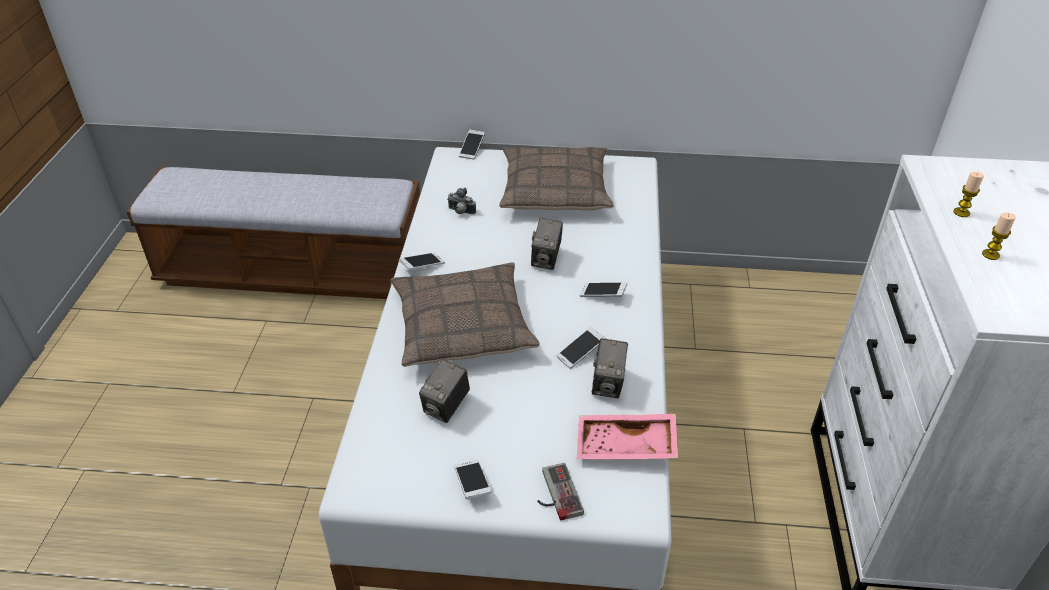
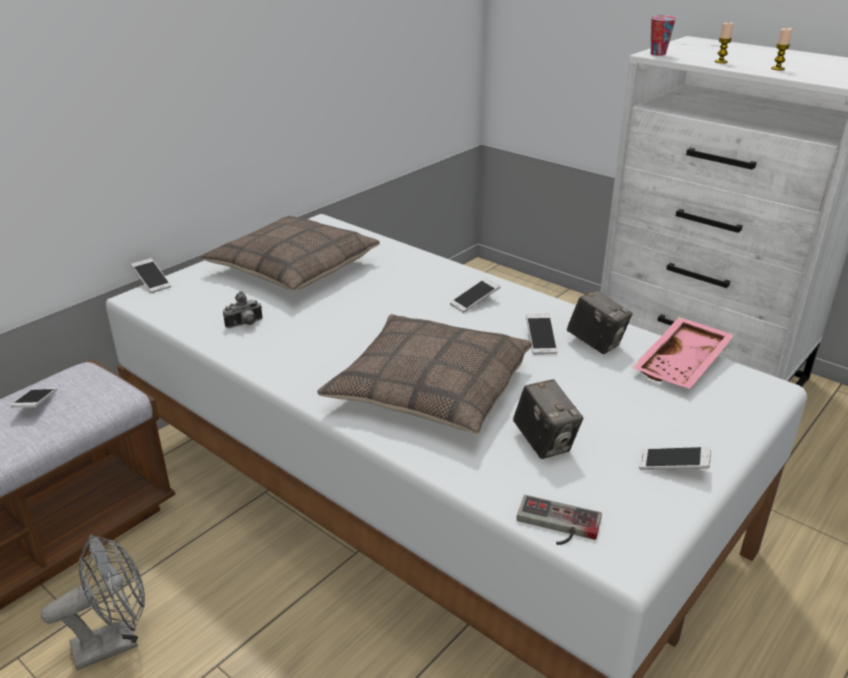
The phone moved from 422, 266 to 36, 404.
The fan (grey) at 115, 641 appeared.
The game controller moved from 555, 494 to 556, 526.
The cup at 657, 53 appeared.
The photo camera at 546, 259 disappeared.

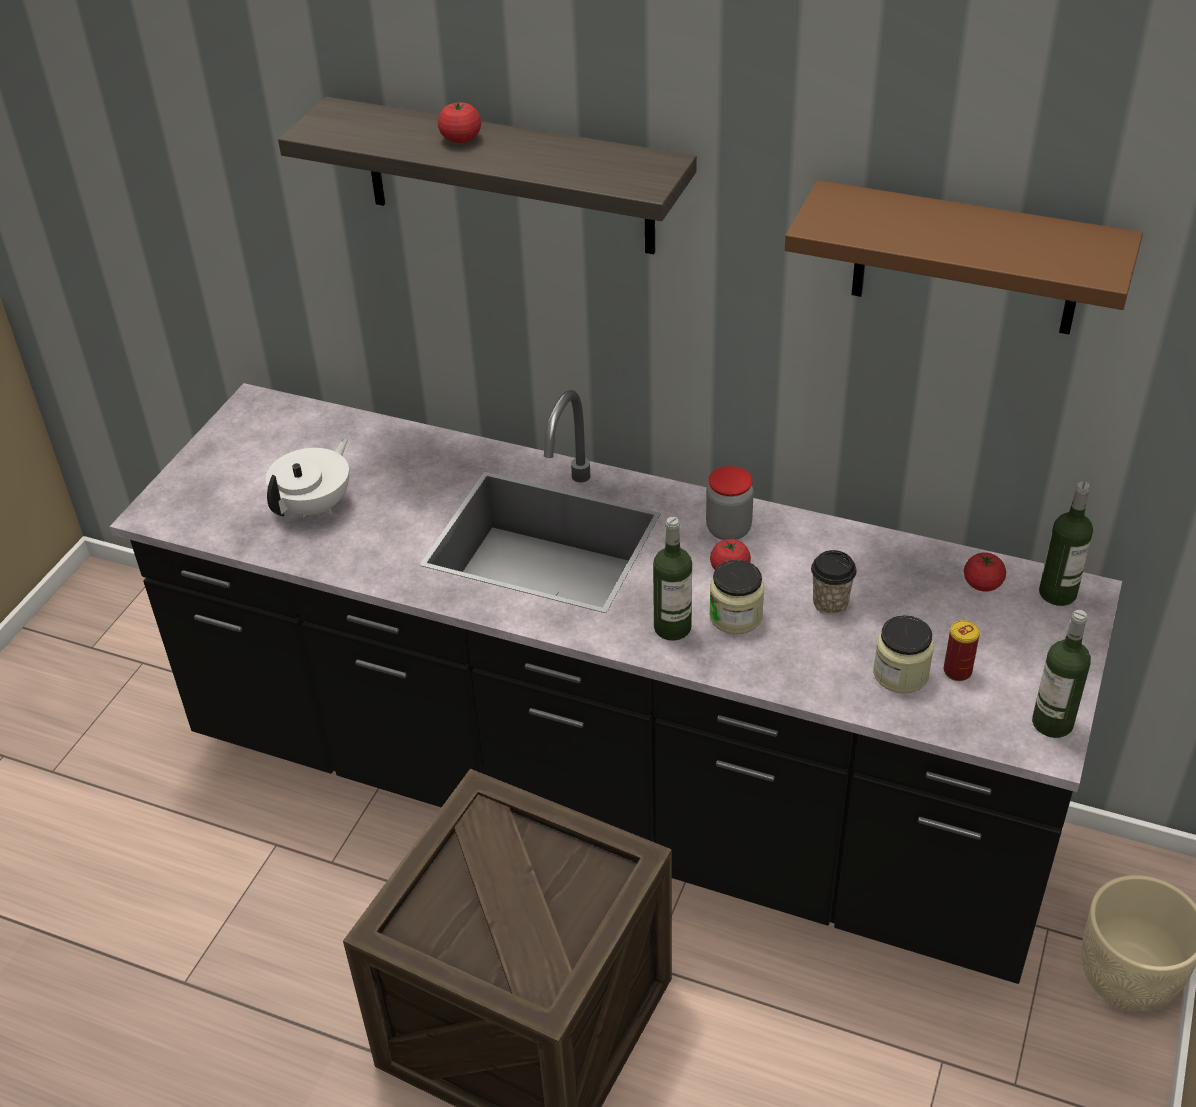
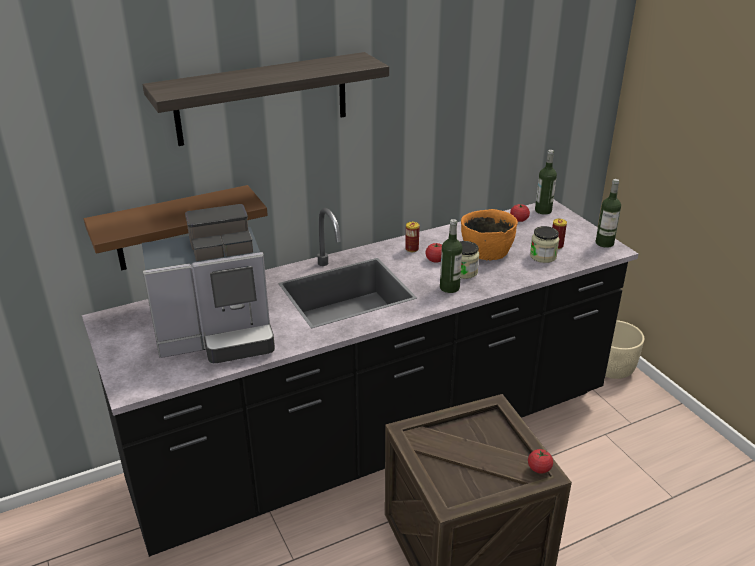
The shelf (brown) moved from 966, 259 to 173, 229.
The teapot (white) at 315, 506 was replaced by the coffee machine at 218, 337.
The jar at 728, 529 was replaced by the can at 412, 249.
The cup at 830, 603 was replaced by the bowl (orange) at 486, 250.
The tomato moved from 461, 139 to 539, 468.

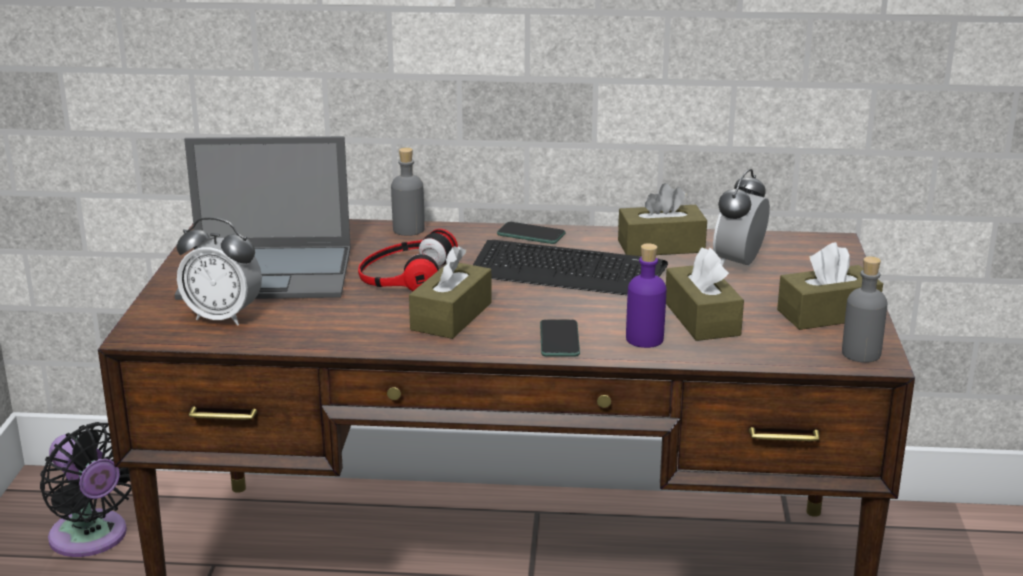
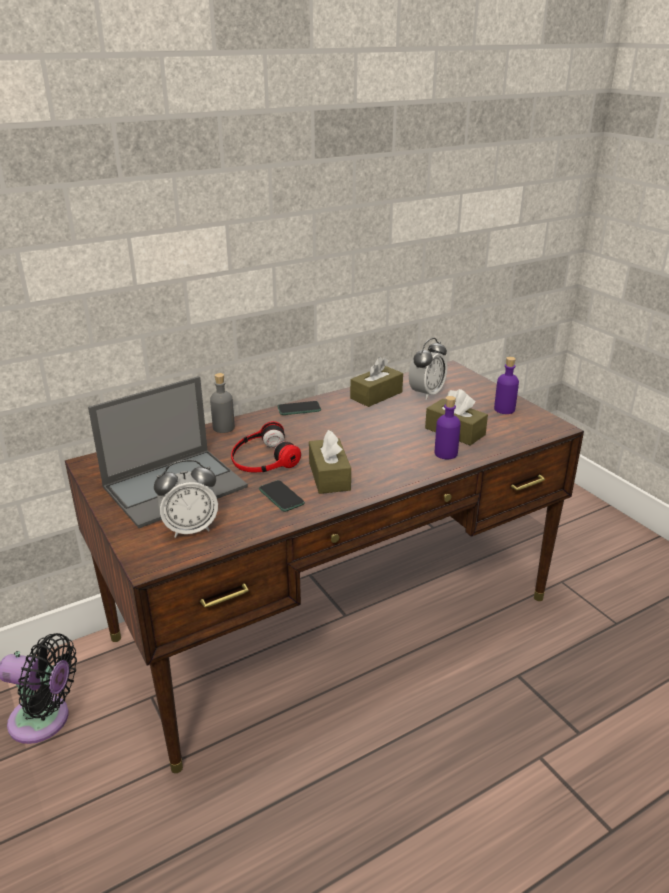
The phone moved from 559, 340 to 281, 497.
The alarm clock at 738, 263 turned 135 degrees counterclockwise.
The tissue box (brown) at 827, 314 was replaced by the bottle (purple) at 504, 409.
The keyboard at 566, 271 disappeared.
The bottle (grey) at 861, 353 disappeared.

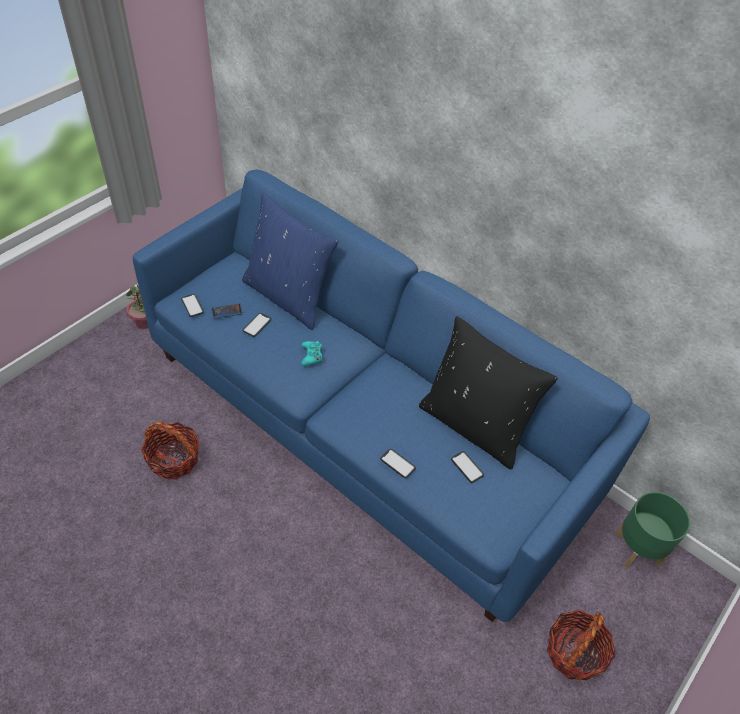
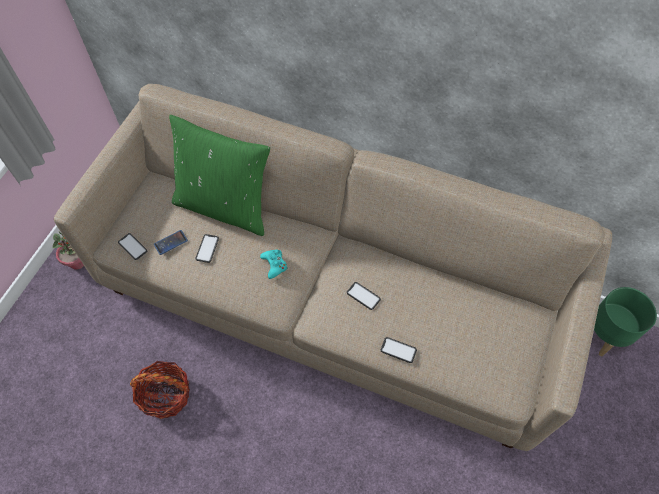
The sofa (blue) at 365, 424 became the sofa (beige) at 330, 297.
The pillow (blue) at 288, 296 became the pillow (green) at 225, 206.
The phone moved from 467, 467 to 363, 296.
The pillow (black) at 474, 425 disappeared.
The basket at 574, 652 disappeared.

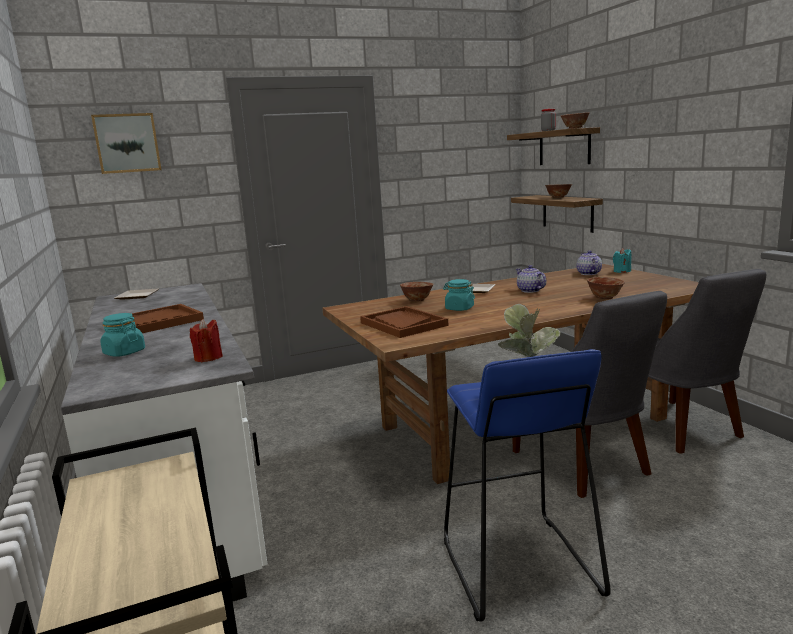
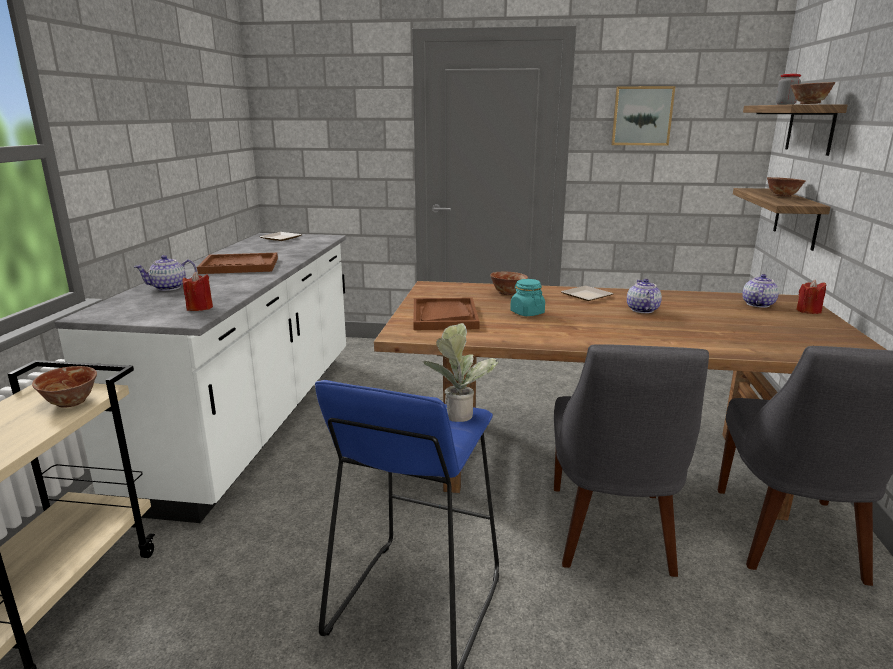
The bowl moved from 605, 298 to 71, 402.
The jar (turquoise) at 124, 352 was replaced by the teapot at 169, 287.
The picture moved from 127, 143 to 642, 116.
The candle (turquoise) at 622, 271 became the candle (red) at 808, 311.

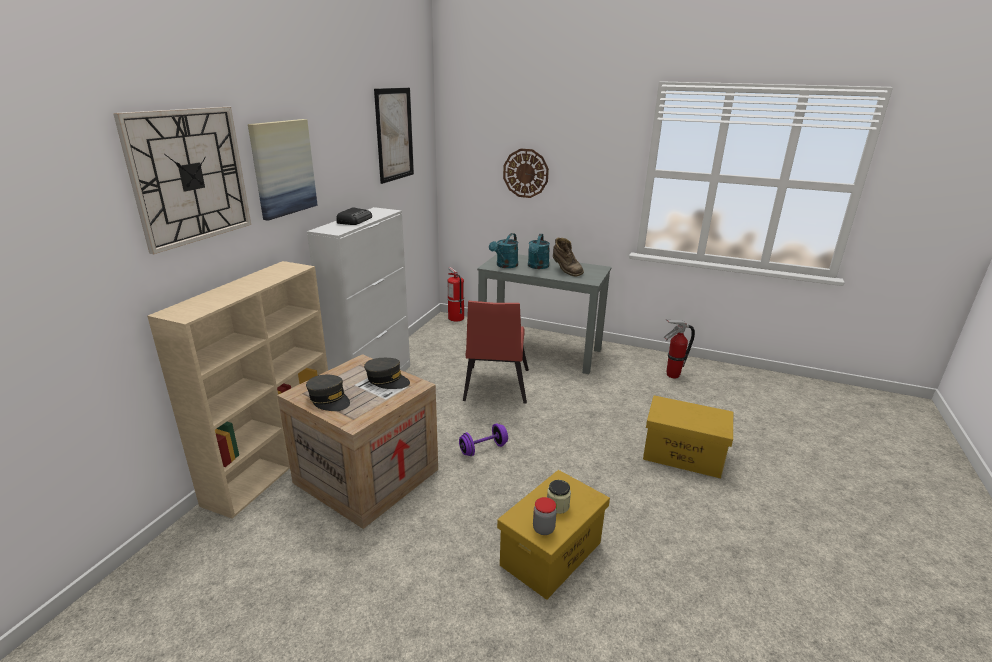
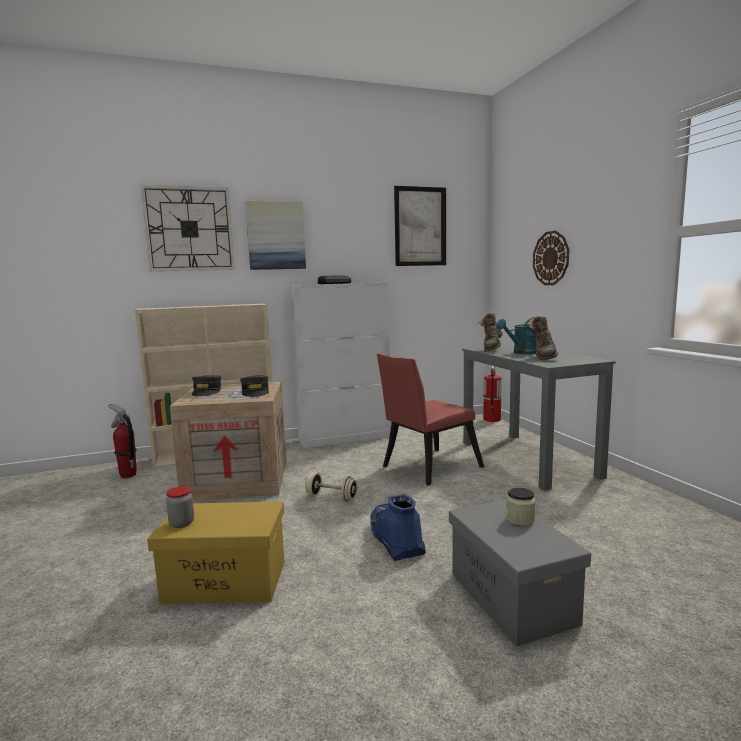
The fire extinguisher moved from 672, 375 to 128, 475.
The dumbbell (purple) at 483, 449 became the dumbbell (beige) at 331, 498.
The boot (blue) at 395, 539 appeared.
The storage box (yellow) at 683, 455 became the storage box (grey) at 513, 598.
The watering can (turquoise) at 505, 266 was replaced by the boot (brown) at 491, 349.
The jar moved from 557, 505 to 520, 519.

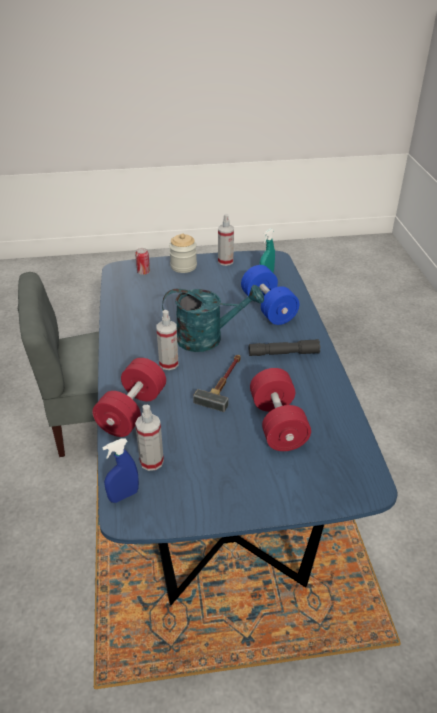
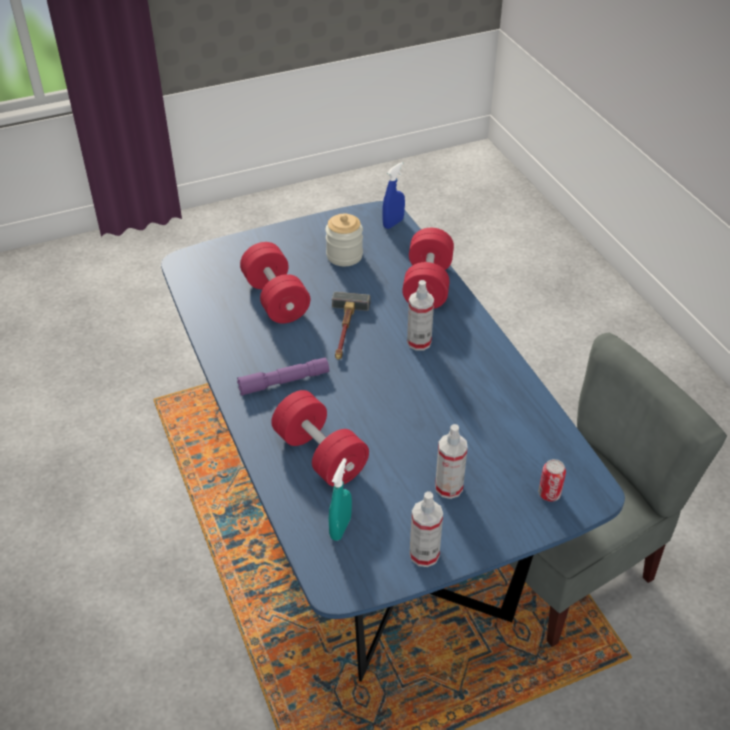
The flashlight (grey) at 283, 353 became the flashlight (purple) at 284, 382.
The dumbbell (blue) at 268, 308 became the dumbbell (red) at 320, 455.
The jar moved from 183, 266 to 344, 256.
The spray bottle moved from 151, 461 to 449, 487.
The watering can (turquoise) at 208, 338 disappeared.

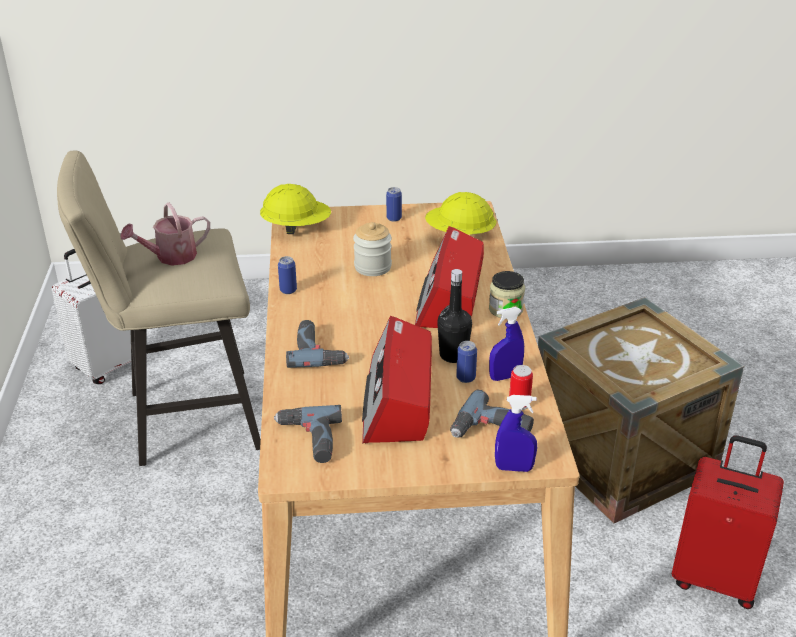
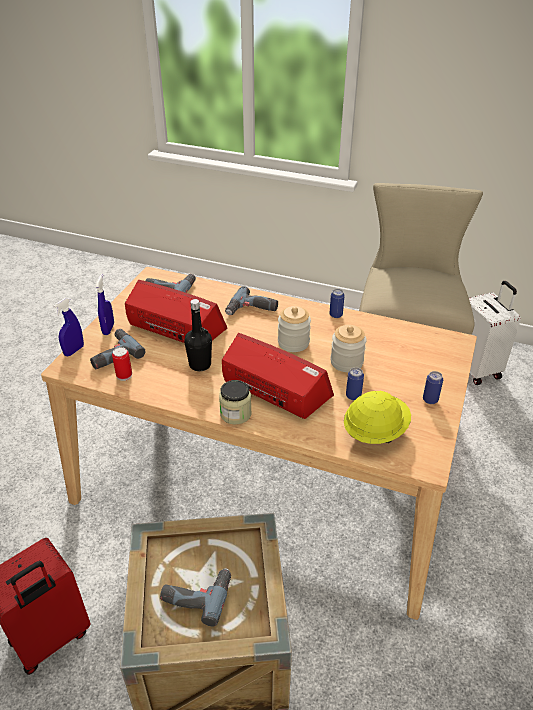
The spray bottle (blue) moved from 505, 377 to 108, 329.
The power drill at 197, 594 appeared.
The jar at 293, 343 appeared.
The can moved from 465, 378 to 353, 396.
The watering can at 170, 257 disappeared.
The hard hat (yellow) at 296, 228 disappeared.

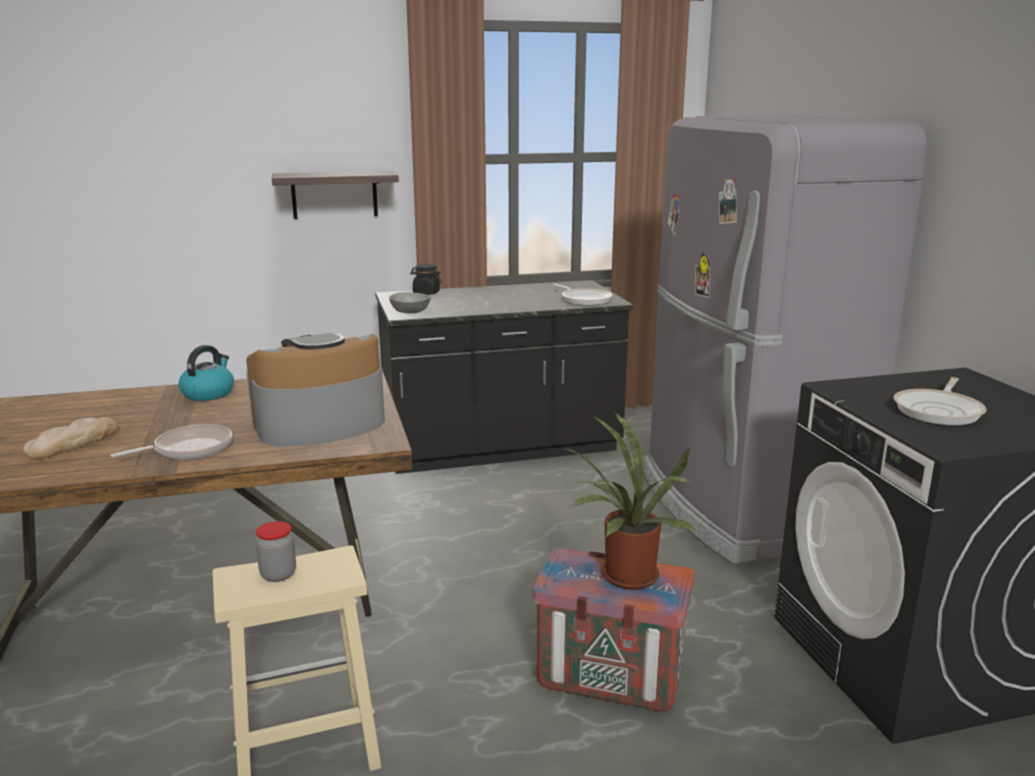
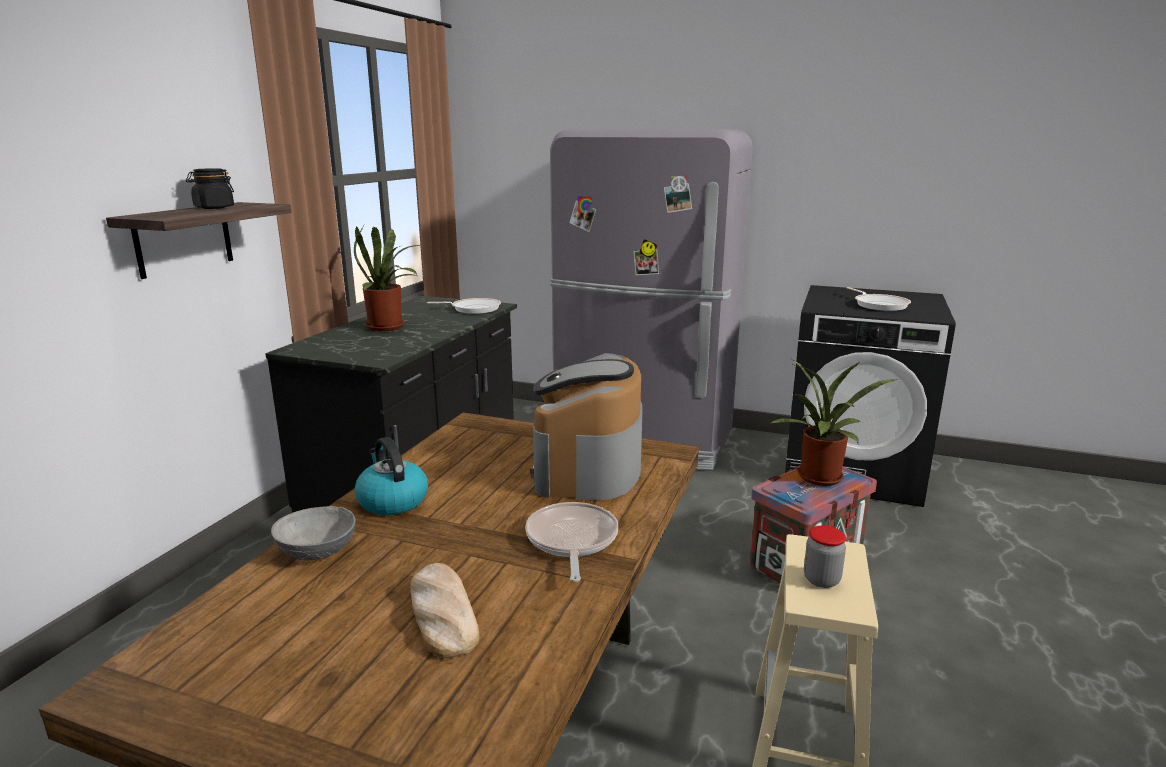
The jar (black) moved from 426, 293 to 213, 208.
The bowl (grey) moved from 410, 312 to 317, 551.
The potted plant at 389, 327 appeared.

